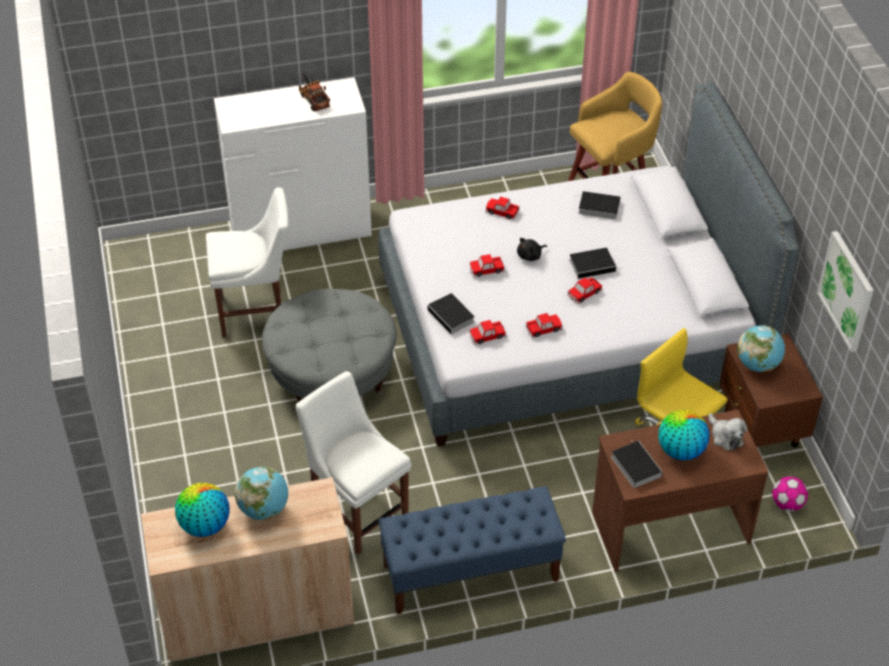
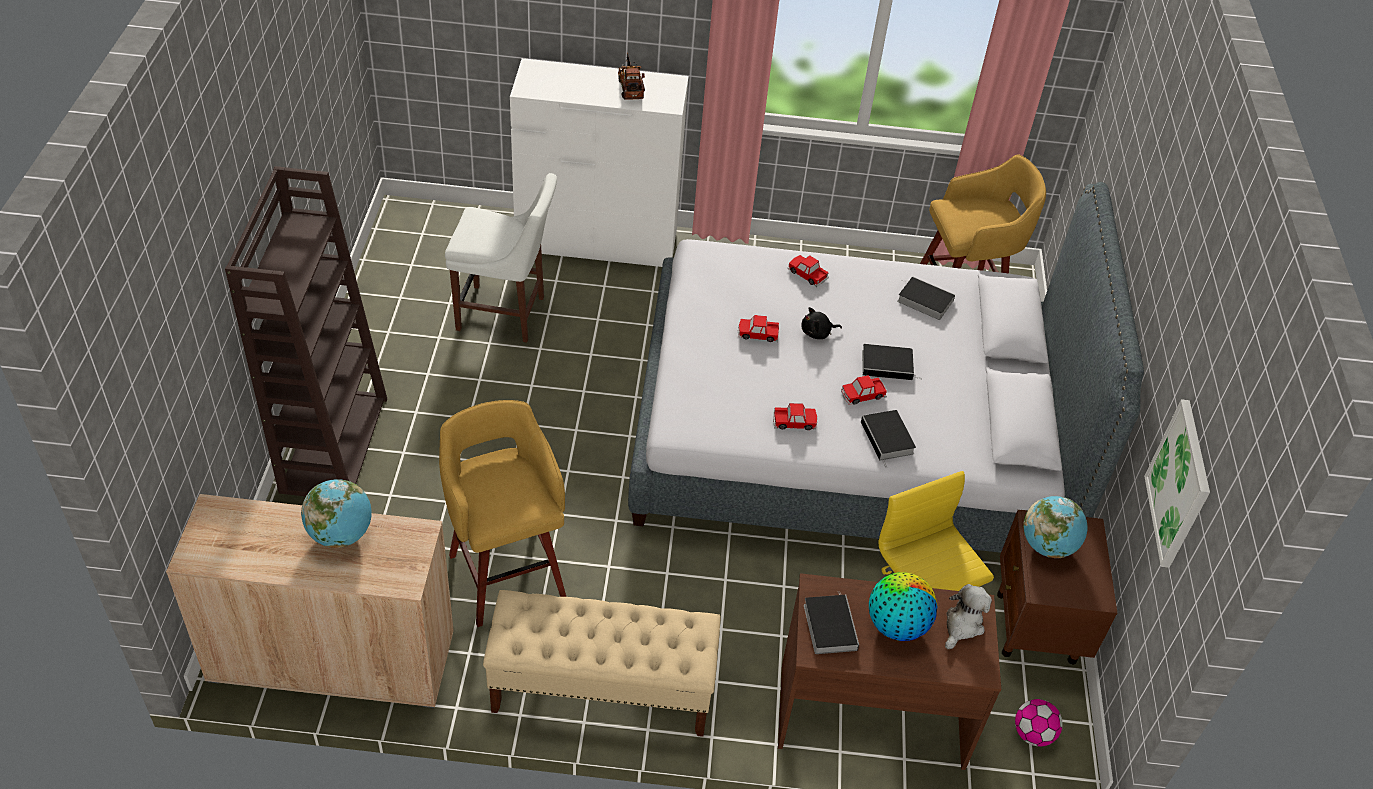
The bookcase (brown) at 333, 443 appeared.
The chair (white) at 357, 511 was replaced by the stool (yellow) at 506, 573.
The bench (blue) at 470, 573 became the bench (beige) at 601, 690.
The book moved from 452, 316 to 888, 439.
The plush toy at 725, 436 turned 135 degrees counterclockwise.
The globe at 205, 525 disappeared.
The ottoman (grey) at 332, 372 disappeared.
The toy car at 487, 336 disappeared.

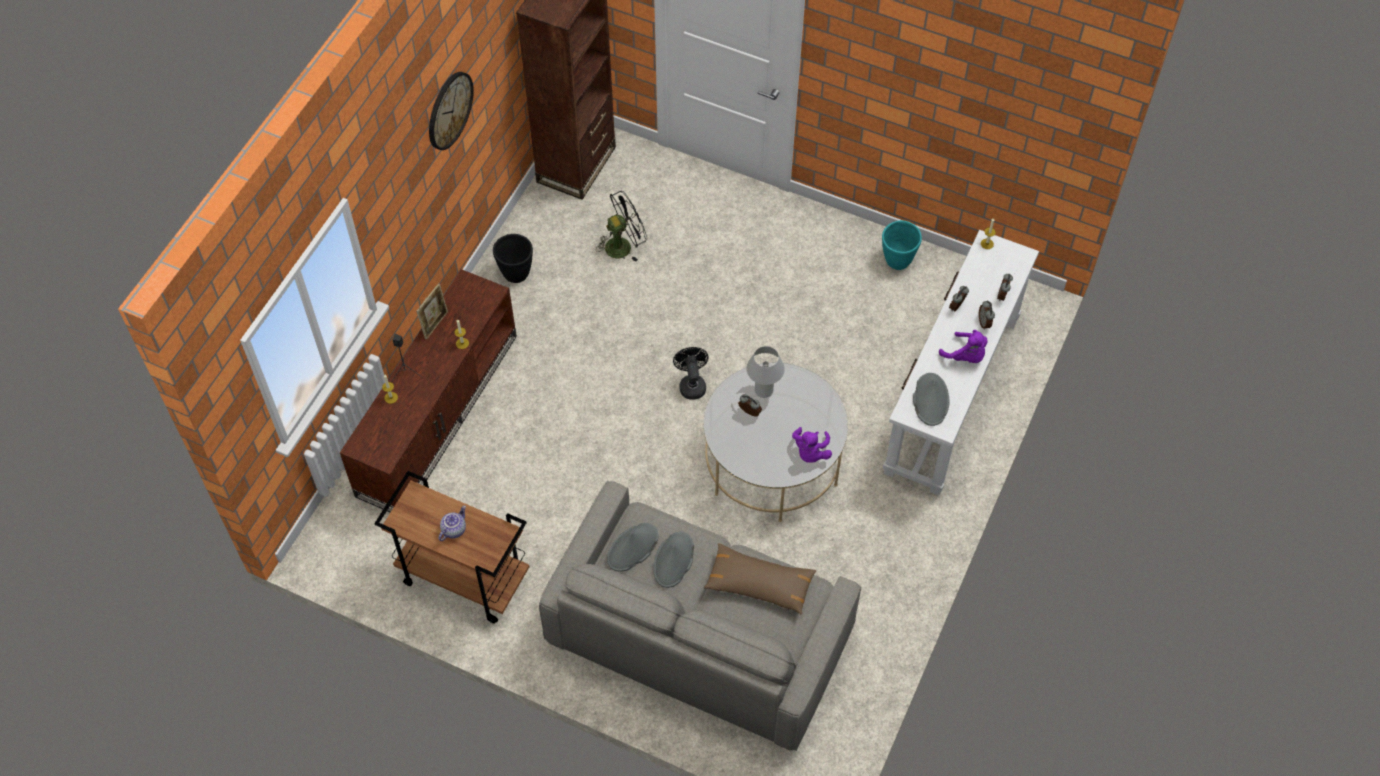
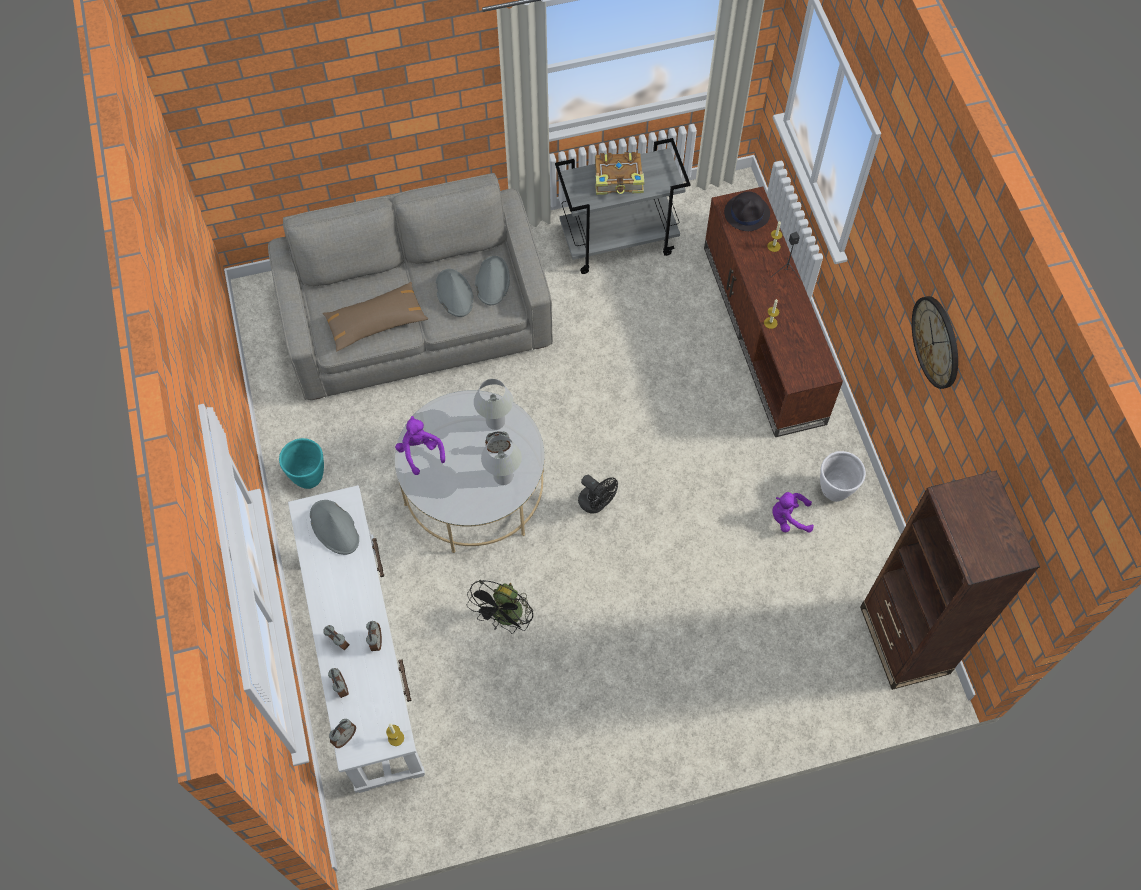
The planter (turquoise) moved from 897, 261 to 308, 477.
The alarm clock at 344, 737 appeared.
The fan (black) moved from 623, 245 to 505, 618.
The table lamp (white) at 495, 421 appeared.
The cart (brown) at 463, 578 became the cart (grey) at 619, 241.
The teapot at 453, 529 was replaced by the book at 619, 179.
The hat (black) at 747, 213 appeared.
The plush toy (purple) moved from 965, 356 to 788, 518.
The planter (black) at 516, 274 became the planter (white) at 835, 490.
The picture frame at 435, 324 disappeared.

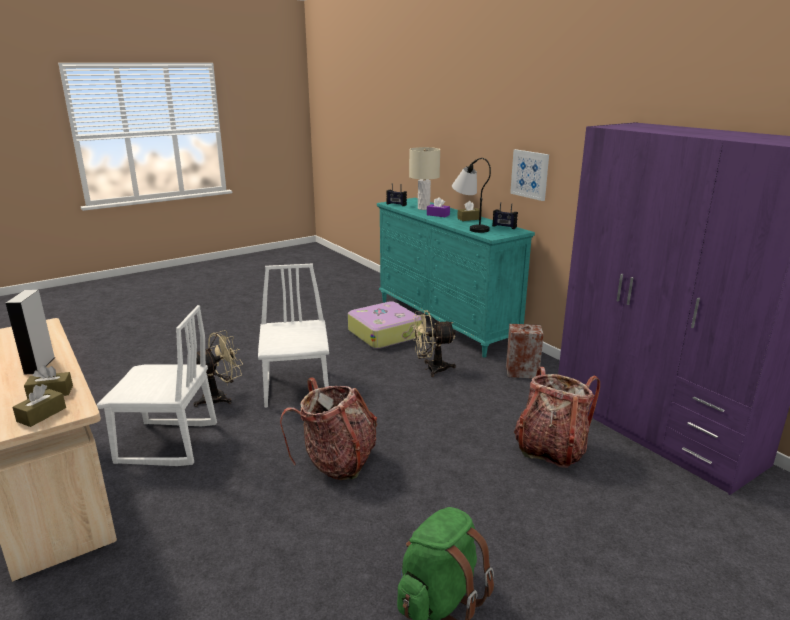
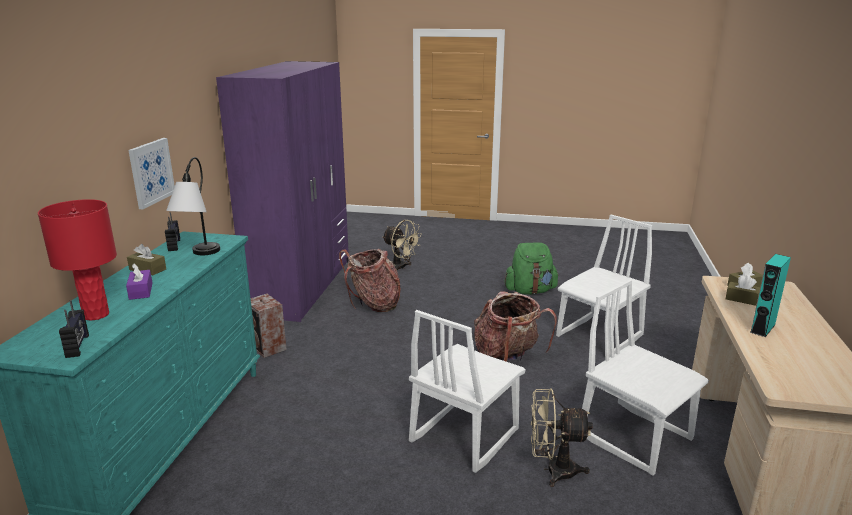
The table lamp (beige) at 423, 208 became the table lamp (red) at 95, 315.
The fan (beige) moved from 431, 369 to 401, 268.
The chair (white) at 600, 337 appeared.
The speaker (grey) at 39, 365 became the speaker (turquoise) at 762, 328.
The suitcase at 385, 333 disappeared.

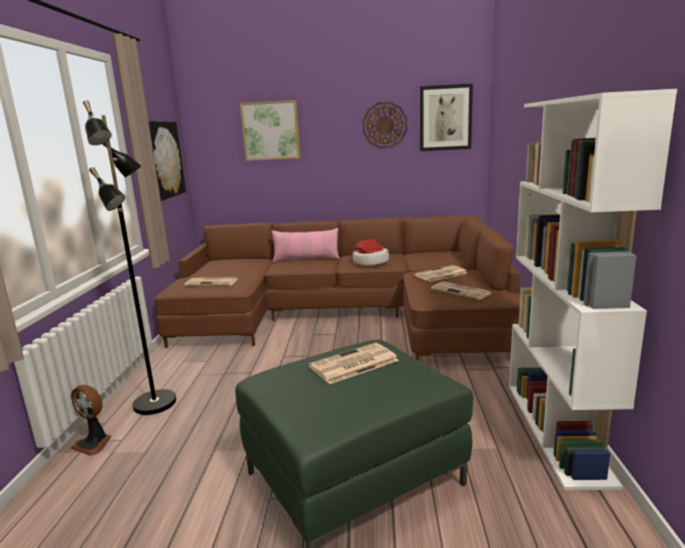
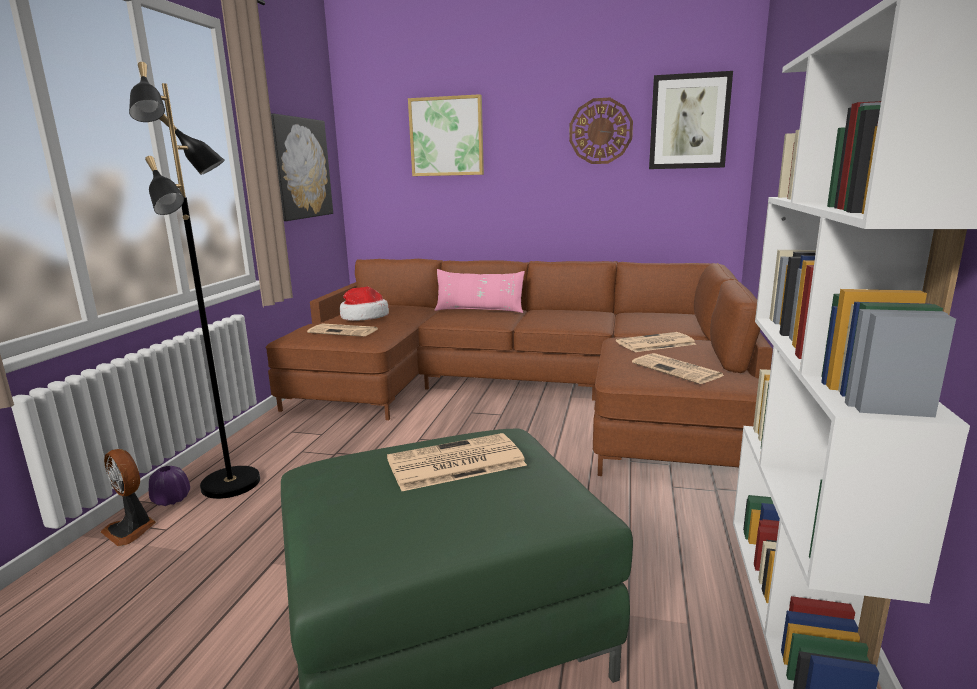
The vase (purple) at 171, 500 appeared.
The hat moved from 369, 262 to 364, 317.

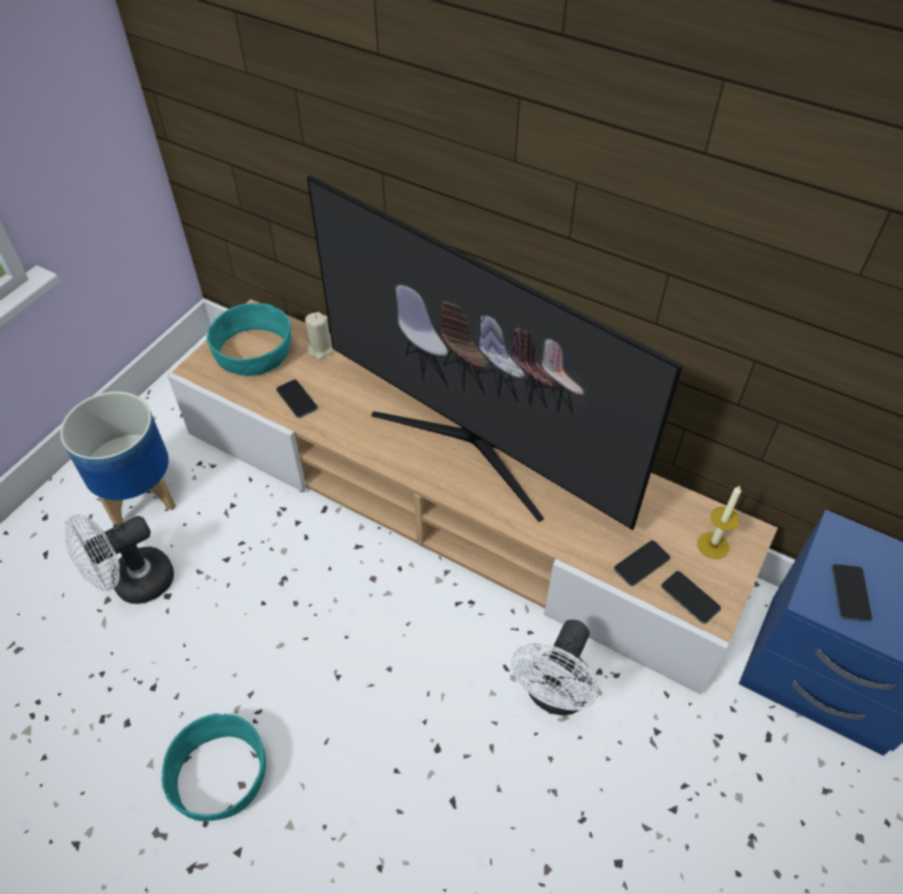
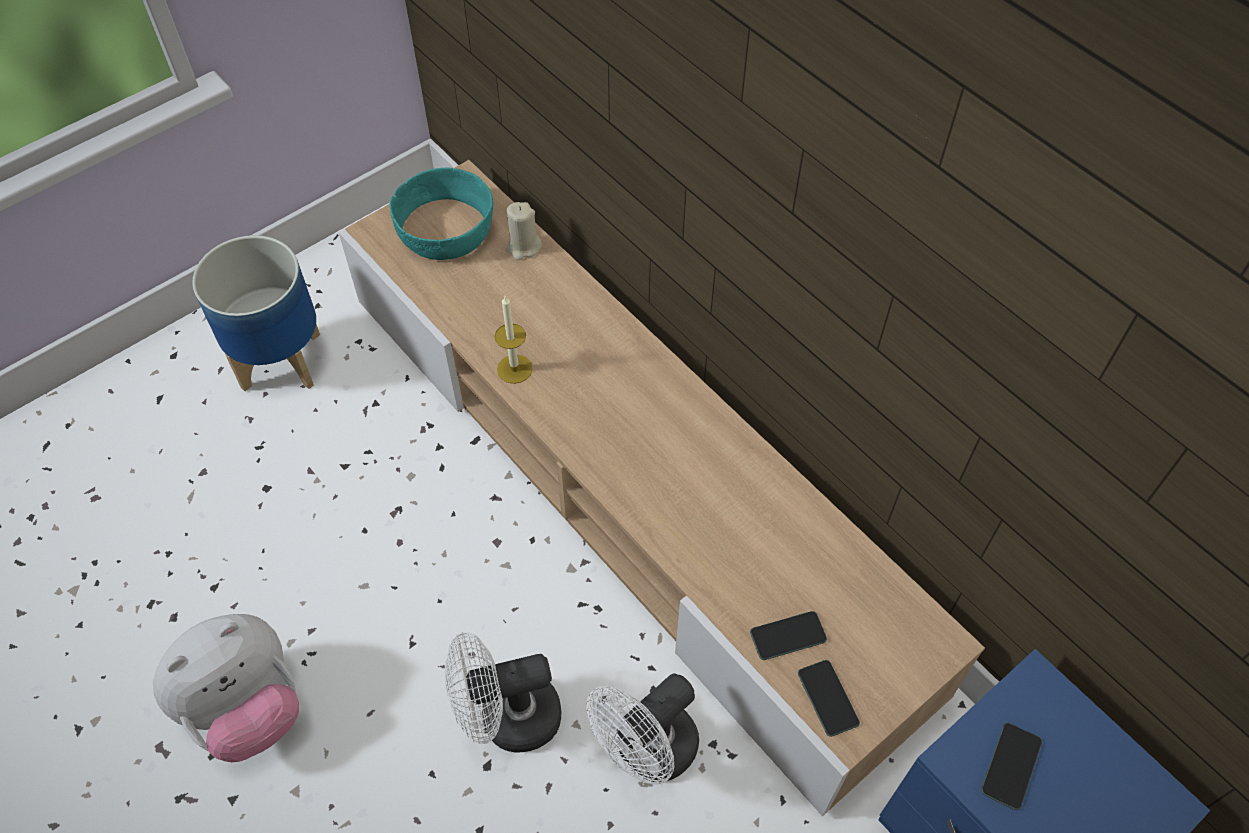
The bowl (turquoise) at 221, 774 was replaced by the plush toy at 247, 708.
The fan (white) moved from 134, 584 to 508, 718.
The candle moved from 713, 545 to 514, 369.
The phone at 297, 399 disappeared.
The television at 472, 443 disappeared.

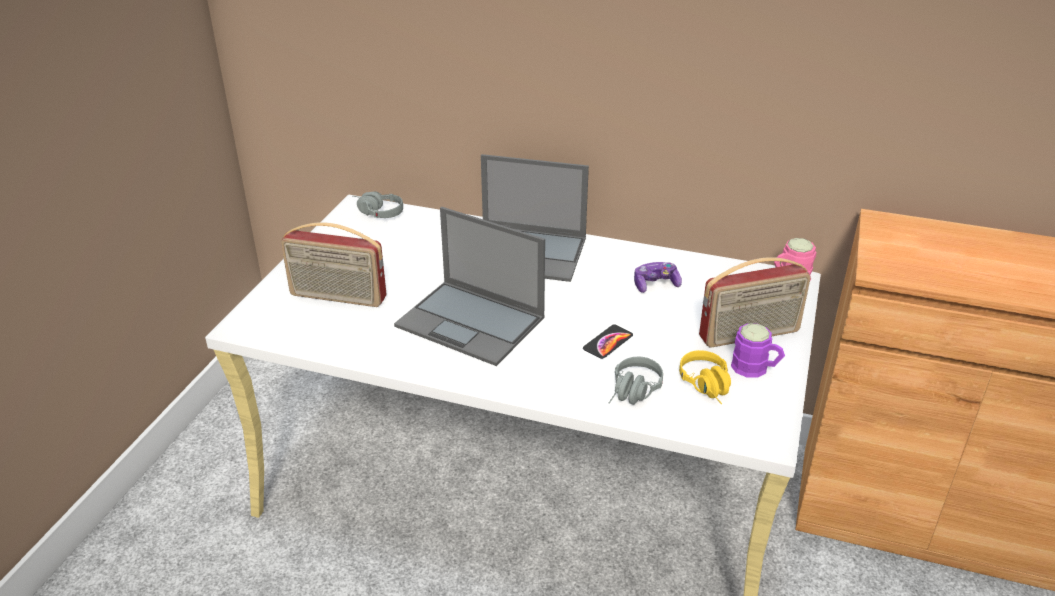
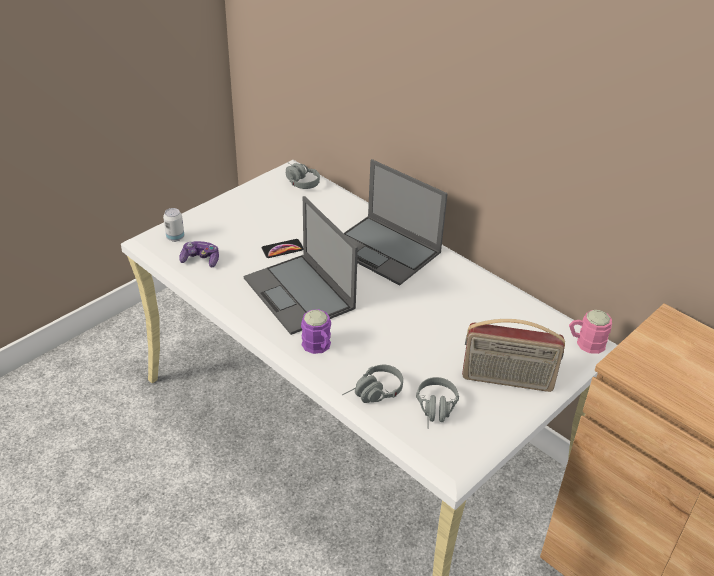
The can at 175, 237 appeared.
The game controller moved from 655, 284 to 201, 260.
The phone moved from 608, 342 to 282, 249.
The mug (purple) moved from 755, 369 to 318, 347.
The headphones (yellow) at 709, 387 became the headphones (grey) at 436, 411.
The radio at 337, 297 disappeared.

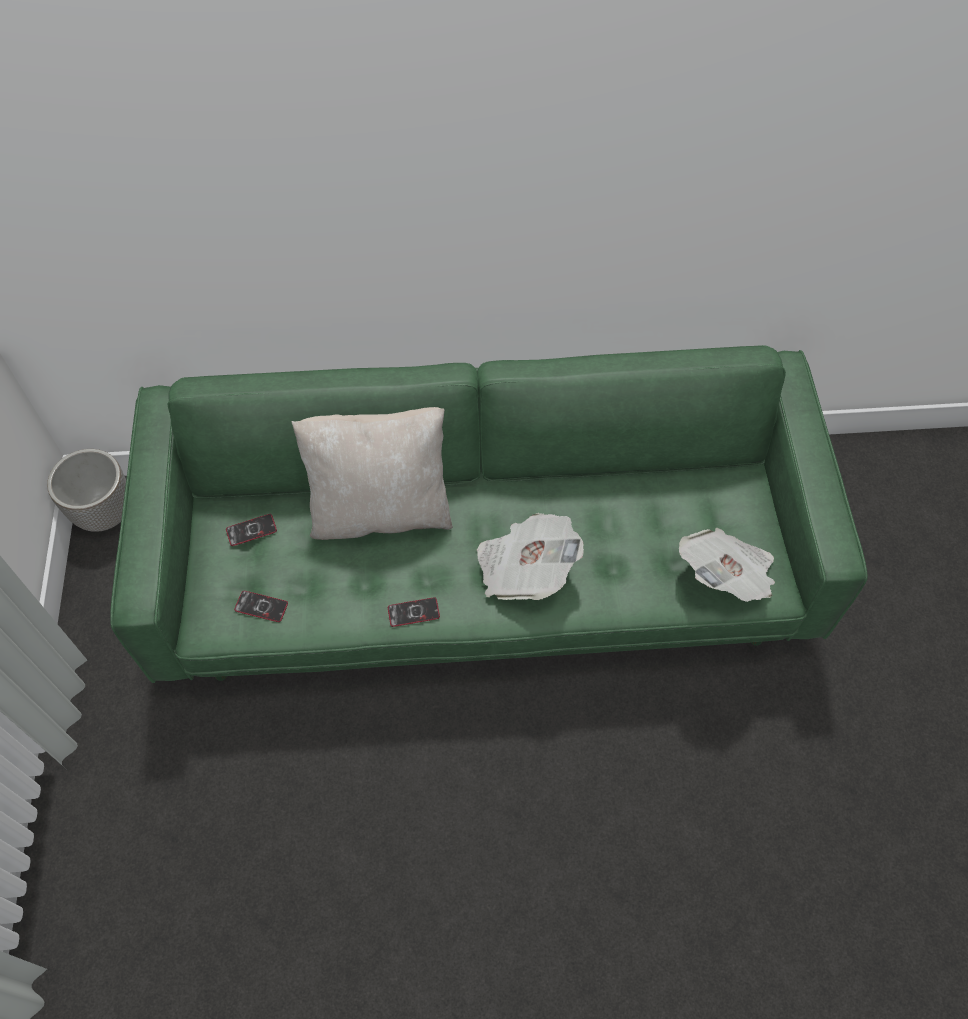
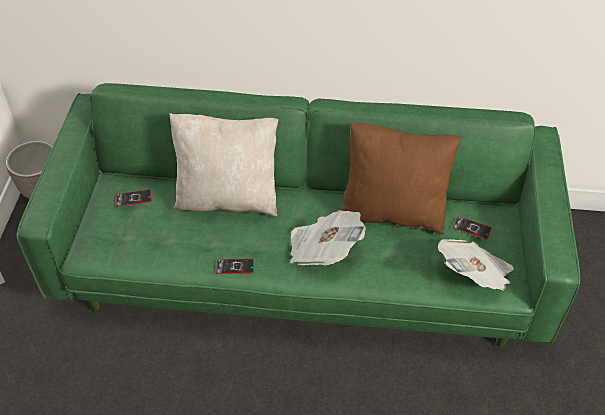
The pillow (brown) at 393, 211 appeared.
The phone moved from 261, 607 to 472, 228.

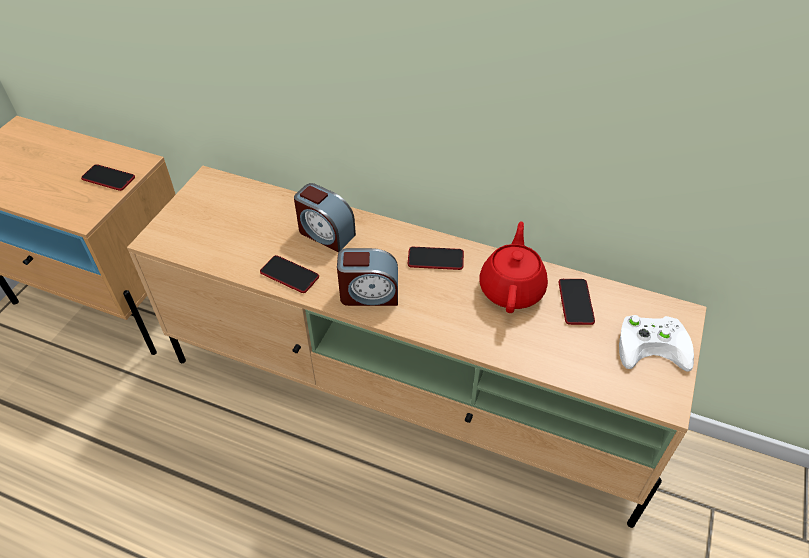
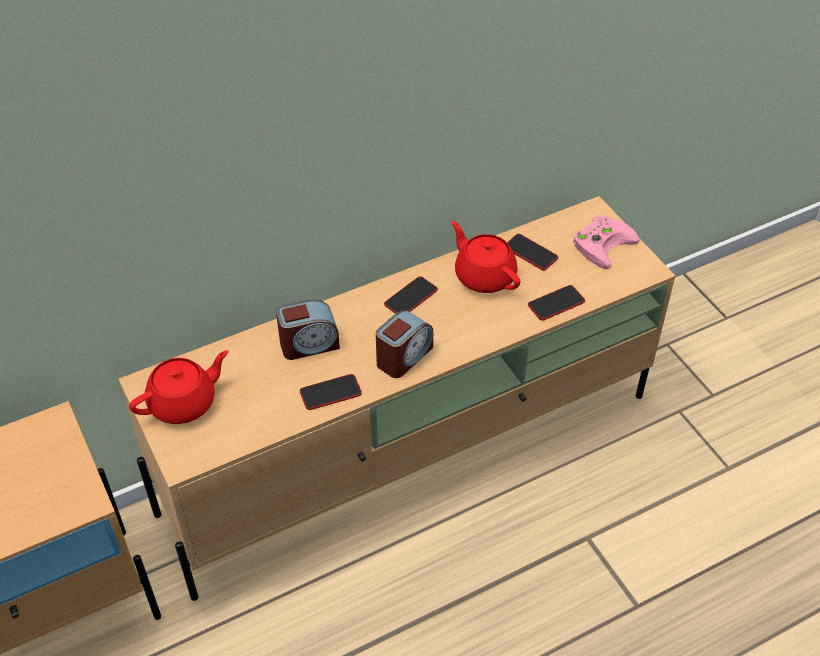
The teapot (red) at 184, 403 appeared.
The phone moved from 108, 178 to 556, 303.
The game controller (white) at 654, 344 became the game controller (pink) at 602, 242.

